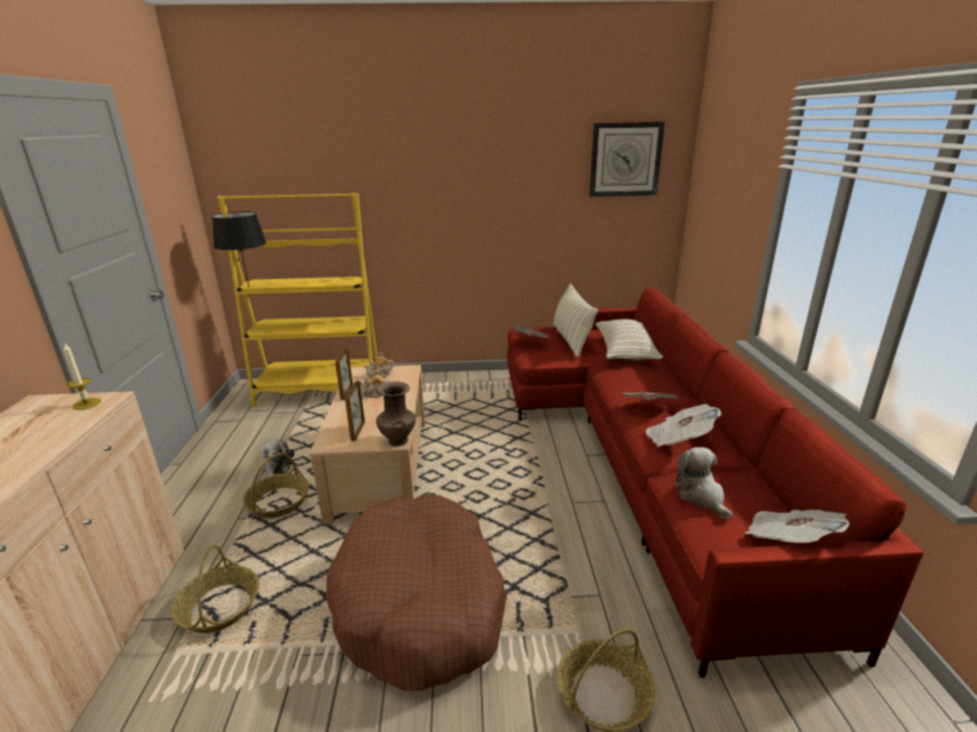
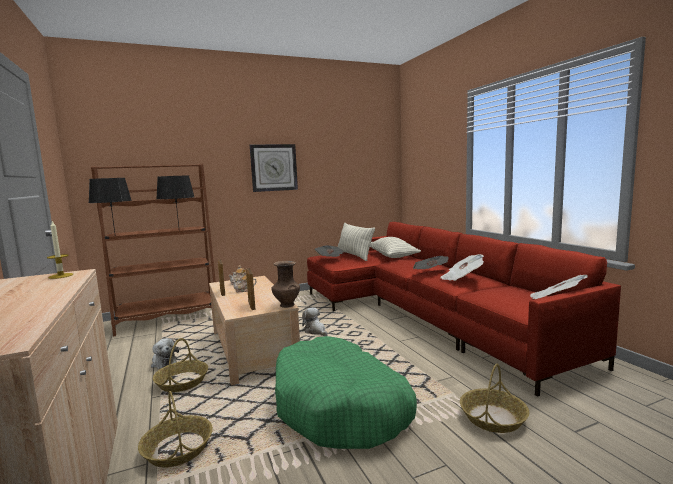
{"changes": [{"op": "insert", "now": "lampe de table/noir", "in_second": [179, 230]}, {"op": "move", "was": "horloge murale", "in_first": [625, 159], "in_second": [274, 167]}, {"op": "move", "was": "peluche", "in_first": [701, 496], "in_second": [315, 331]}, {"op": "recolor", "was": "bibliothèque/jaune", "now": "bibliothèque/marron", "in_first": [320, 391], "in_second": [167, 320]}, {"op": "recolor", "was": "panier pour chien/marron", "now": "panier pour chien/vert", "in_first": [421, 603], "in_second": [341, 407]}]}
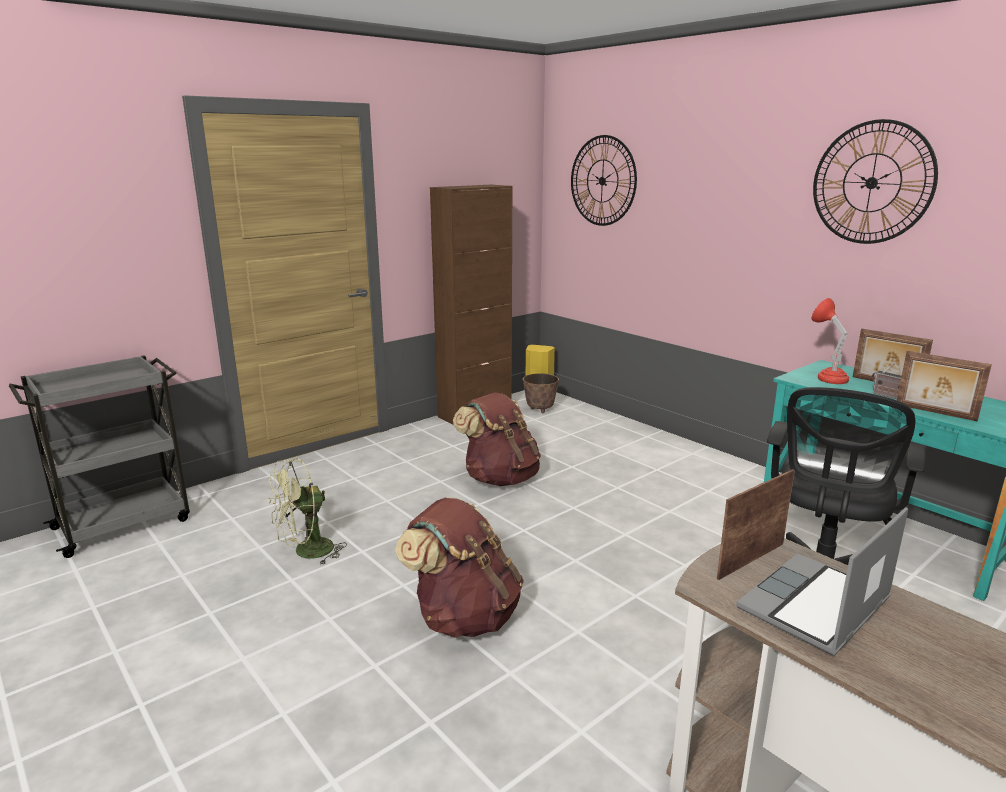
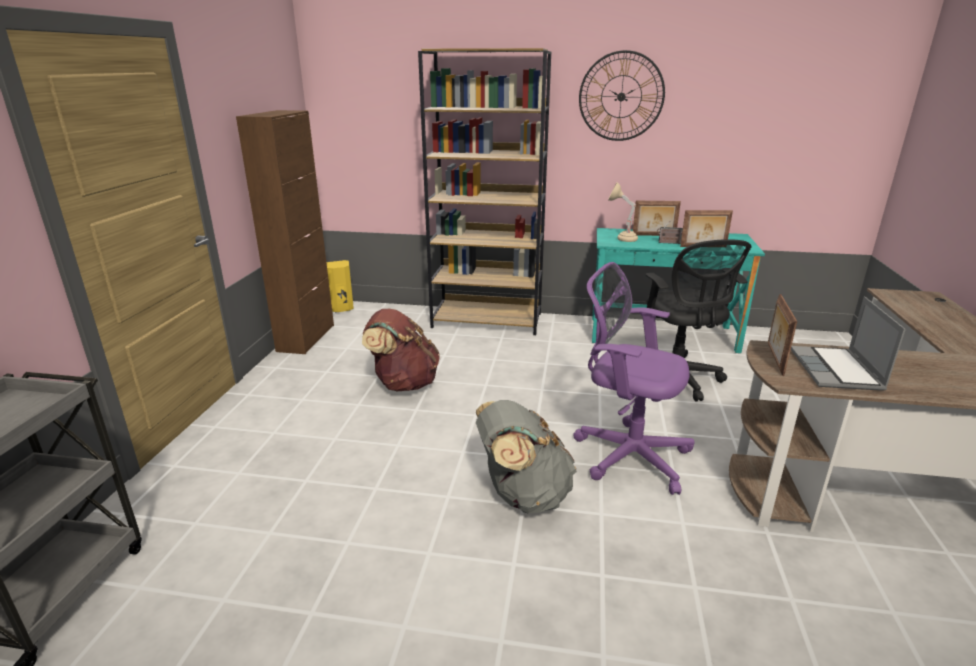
{"changes": [{"op": "delete", "was": "ventilateur/vert", "in_first": [306, 553]}, {"op": "delete", "was": "cache-pot", "in_first": [540, 410]}, {"op": "delete", "was": "horloge murale", "in_first": [602, 181]}, {"op": "insert", "now": "bibliothèque/marron", "in_second": [487, 320]}, {"op": "insert", "now": "chaise de bureau/violet", "in_second": [627, 454]}, {"op": "recolor", "was": "sac à dos/marron", "now": "sac à dos/gris", "in_first": [464, 616], "in_second": [522, 495]}, {"op": "recolor", "was": "lampe de table/rouge", "now": "lampe de table/beige", "in_first": [826, 377], "in_second": [621, 238]}]}
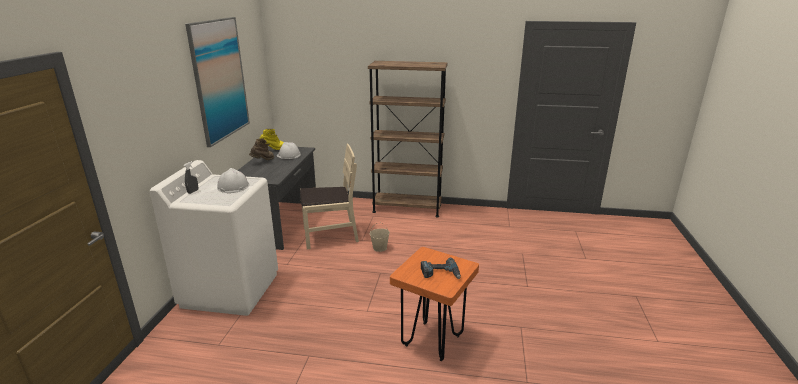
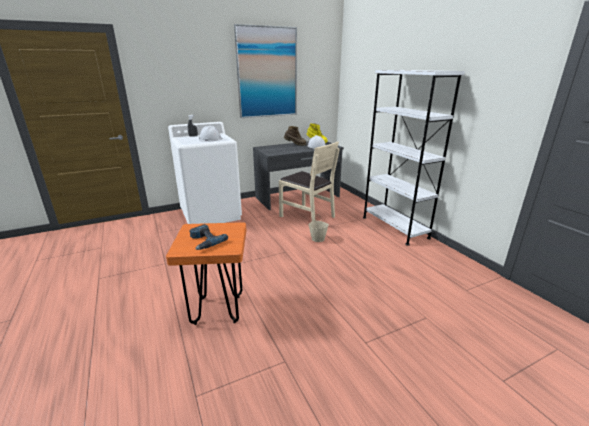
{"changes": [{"op": "recolor", "was": "bibliothèque/marron", "now": "bibliothèque/blanc", "in_first": [407, 208], "in_second": [394, 227]}]}
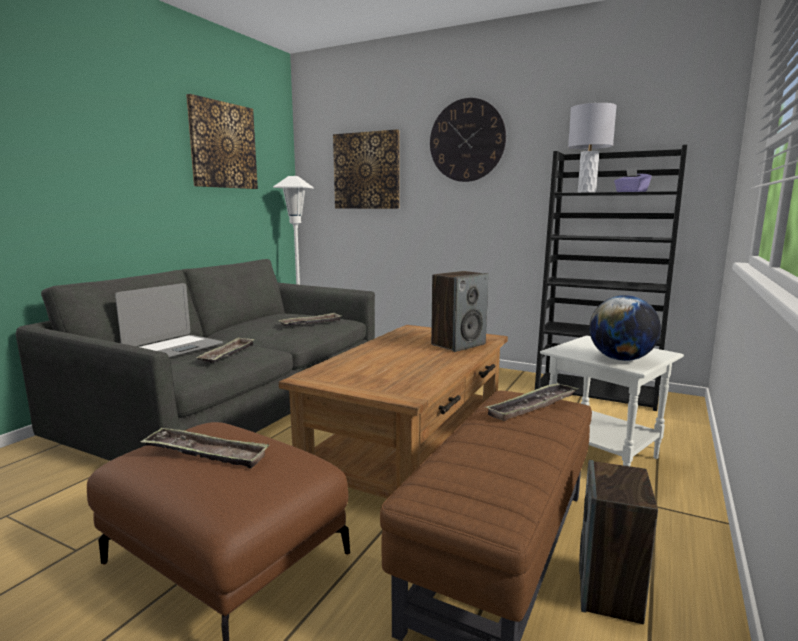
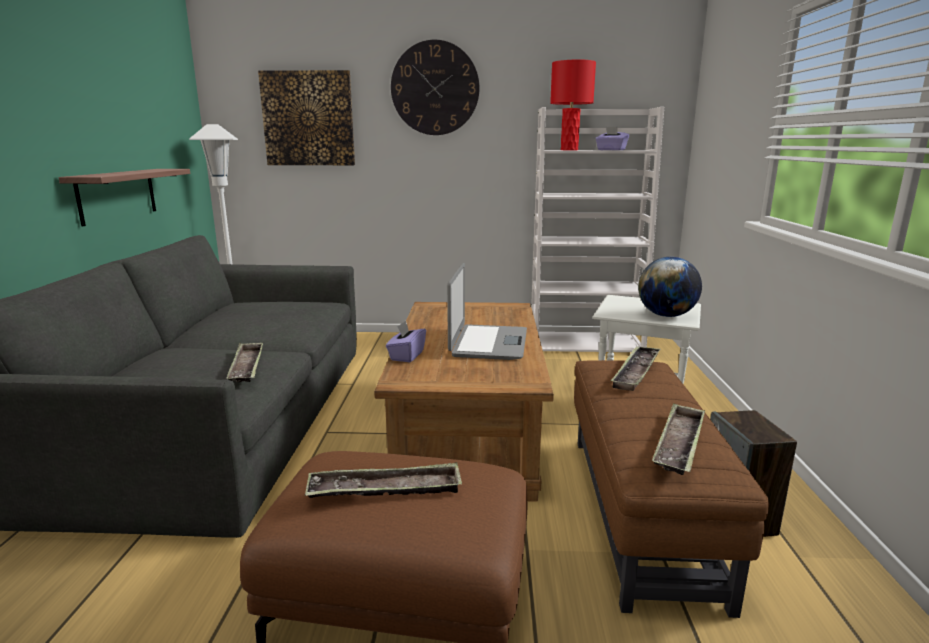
{"changes": [{"op": "delete", "was": "tableau", "in_first": [223, 145]}, {"op": "delete", "was": "enceinte", "in_first": [458, 344]}, {"op": "insert", "now": "étagère", "in_second": [117, 195]}, {"op": "insert", "now": "boîte à mouchoirs/violet", "in_second": [406, 355]}, {"op": "move", "was": "ordinateur portable", "in_first": [173, 349], "in_second": [488, 343]}, {"op": "move", "was": "plateau", "in_first": [311, 323], "in_second": [679, 444]}, {"op": "recolor", "was": "bibliothèque/noir", "now": "bibliothèque/blanc", "in_first": [597, 391], "in_second": [586, 344]}, {"op": "recolor", "was": "lampe de table/gris", "now": "lampe de table/rouge", "in_first": [586, 192], "in_second": [569, 150]}]}
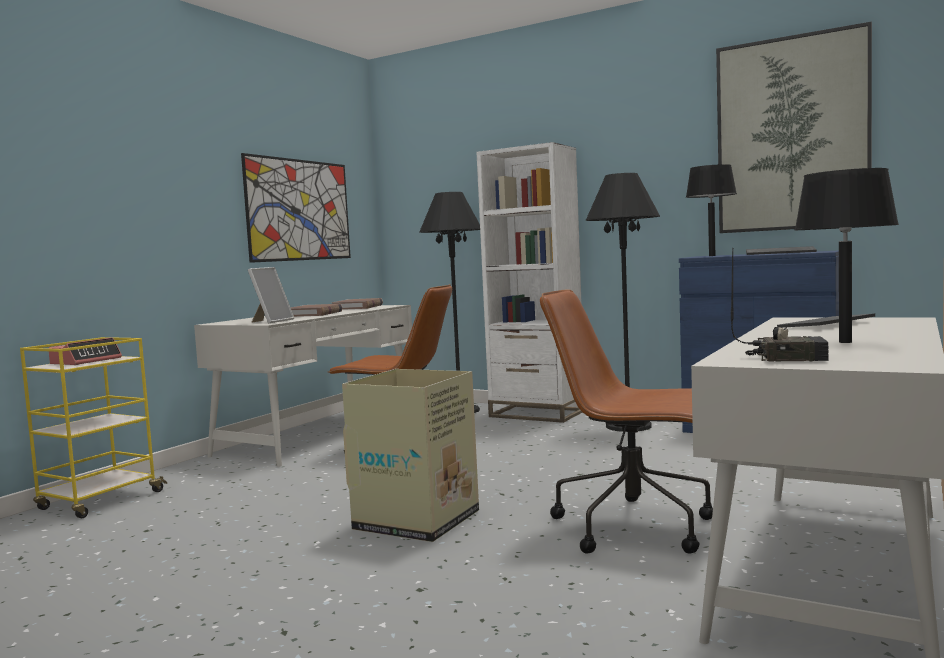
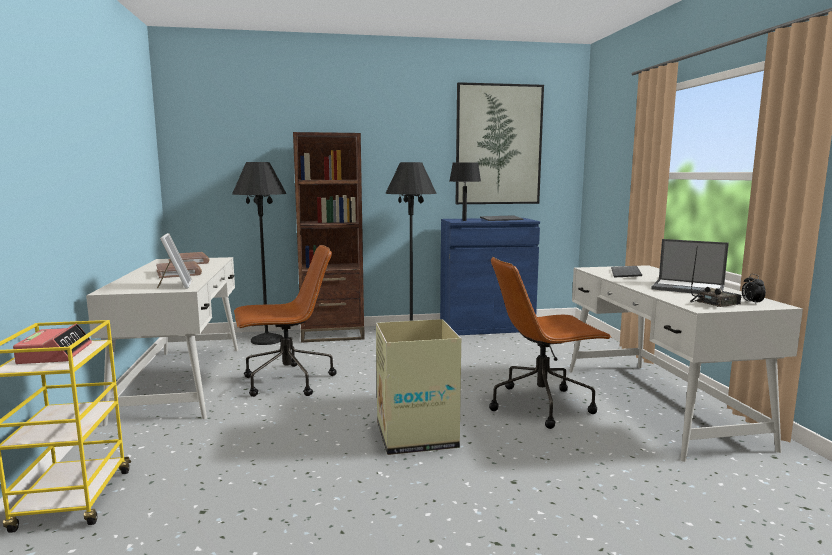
{"changes": [{"op": "delete", "was": "tableau", "in_first": [299, 210]}, {"op": "insert", "now": "réveil", "in_second": [751, 303]}, {"op": "replace", "was": "lampe de table/noir", "now": "ordinateur portable", "in_first": [845, 342], "in_second": [689, 288]}, {"op": "recolor", "was": "bibliothèque/blanc", "now": "bibliothèque/marron", "in_first": [537, 414], "in_second": [332, 334]}]}
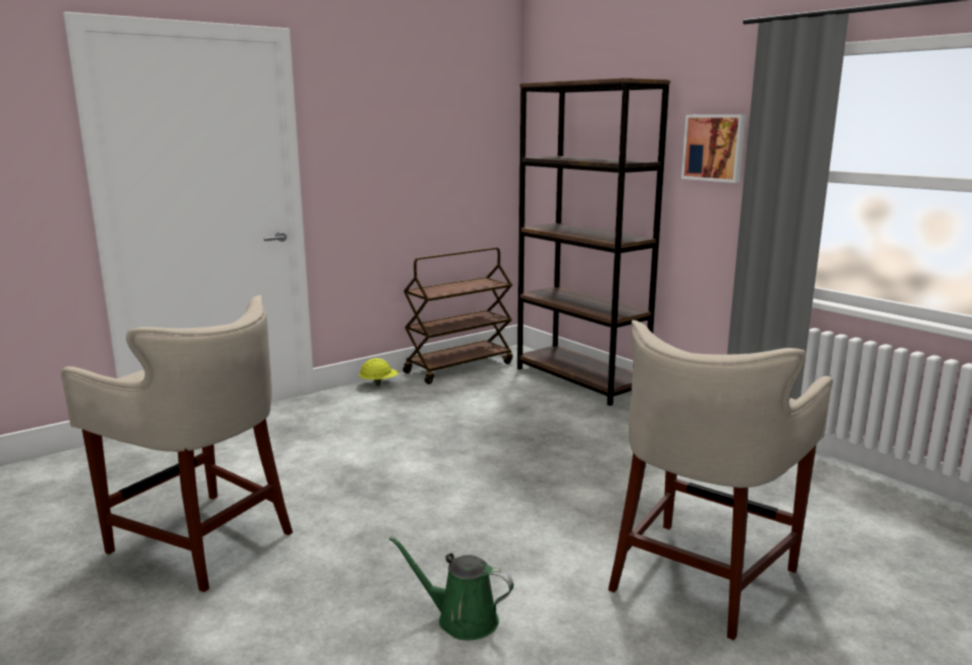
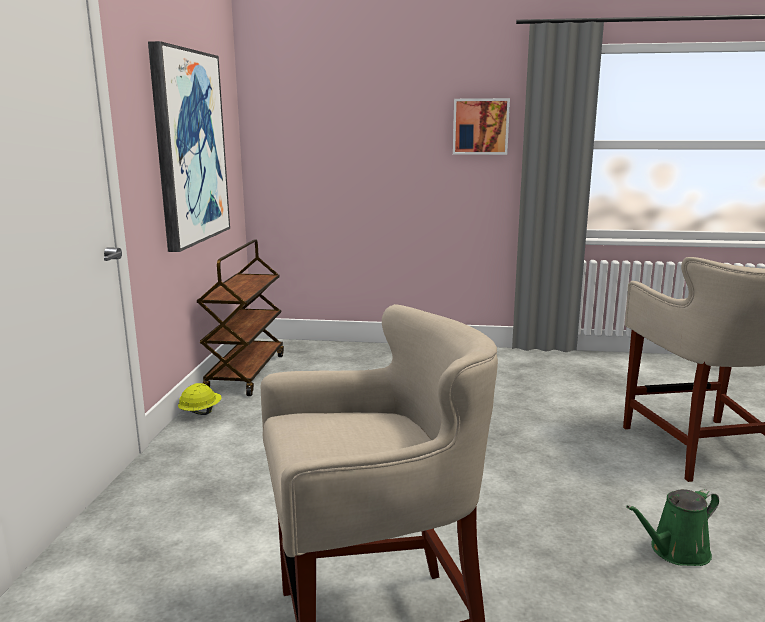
{"changes": [{"op": "delete", "was": "bibliothèque/marron", "in_first": [580, 380]}, {"op": "insert", "now": "tableau", "in_second": [189, 148]}]}
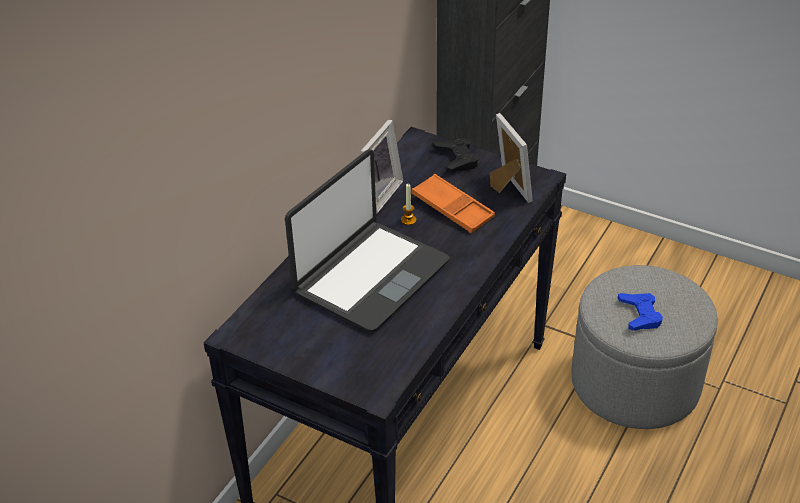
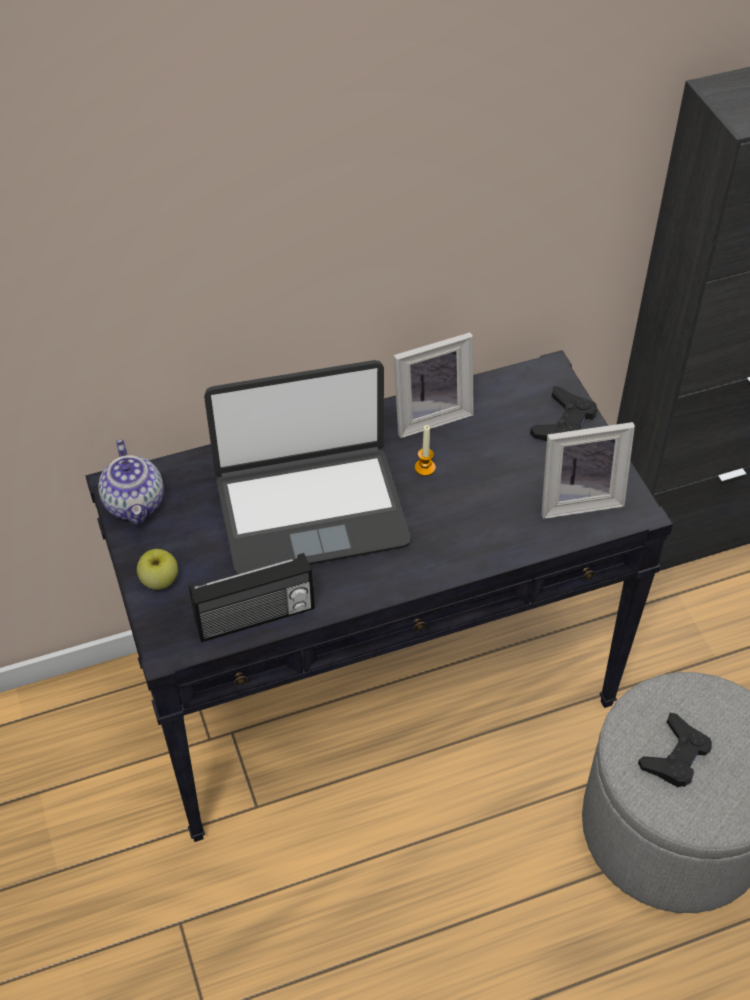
{"changes": [{"op": "delete", "was": "plateau/orange", "in_first": [452, 208]}, {"op": "insert", "now": "théière", "in_second": [135, 503]}, {"op": "insert", "now": "pomme", "in_second": [159, 580]}, {"op": "insert", "now": "radio", "in_second": [255, 618]}, {"op": "recolor", "was": "manette/bleu", "now": "manette/noir", "in_first": [640, 315], "in_second": [675, 756]}, {"op": "rotate", "was": "cadre photo", "in_first": [507, 188], "in_second": [578, 498], "clockwise": 60}]}
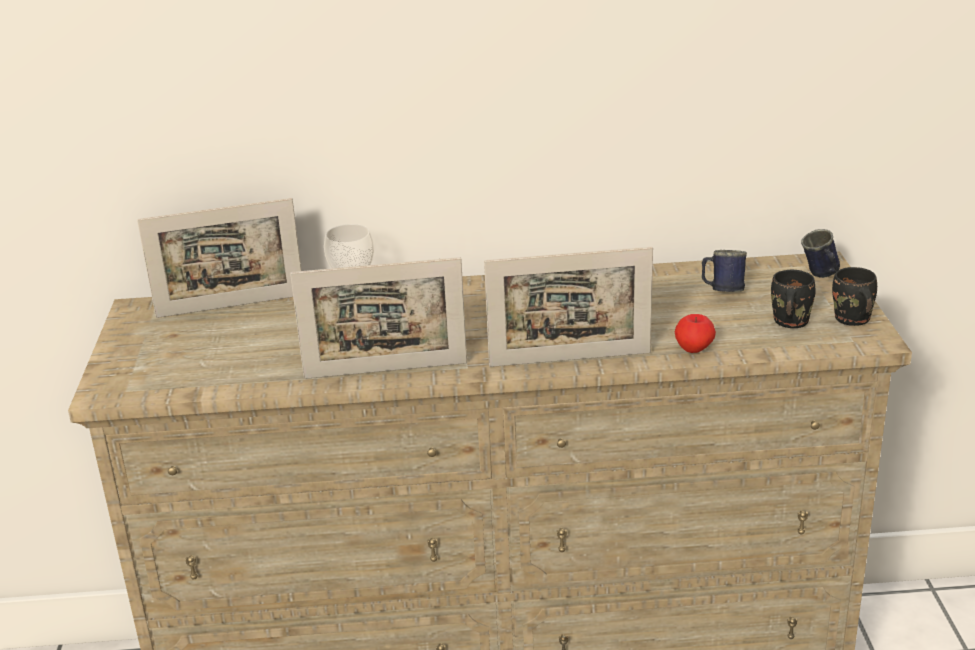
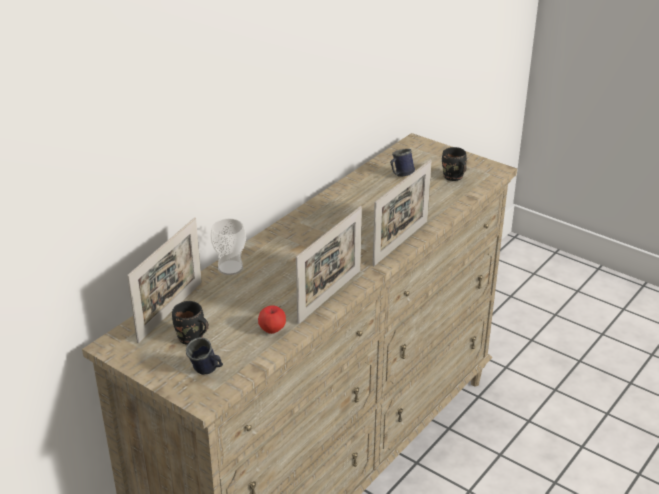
{"changes": [{"op": "move", "was": "pomme", "in_first": [694, 349], "in_second": [272, 330]}, {"op": "move", "was": "mug/bleu", "in_first": [821, 276], "in_second": [207, 372]}, {"op": "move", "was": "mug/noir", "in_first": [851, 320], "in_second": [191, 339]}]}
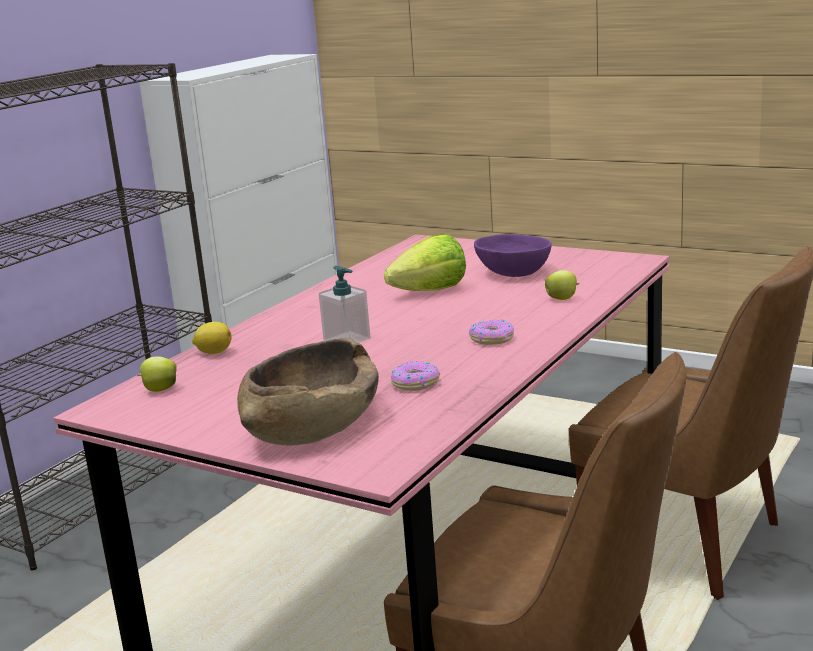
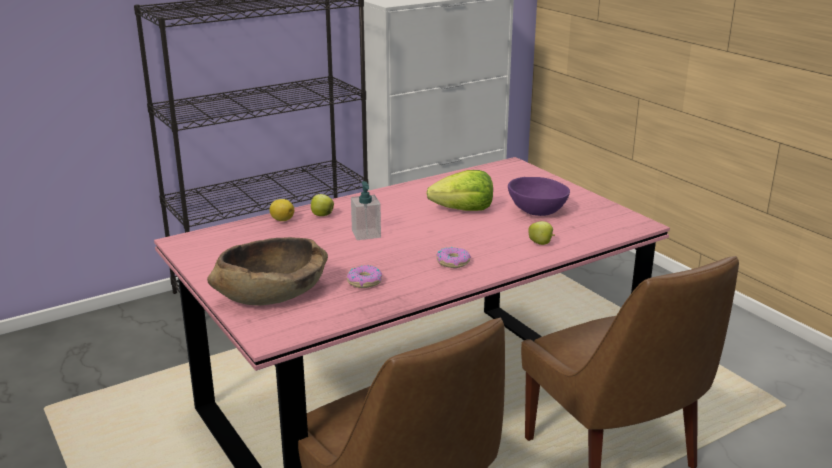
{"changes": [{"op": "move", "was": "pomme", "in_first": [159, 390], "in_second": [321, 215]}]}
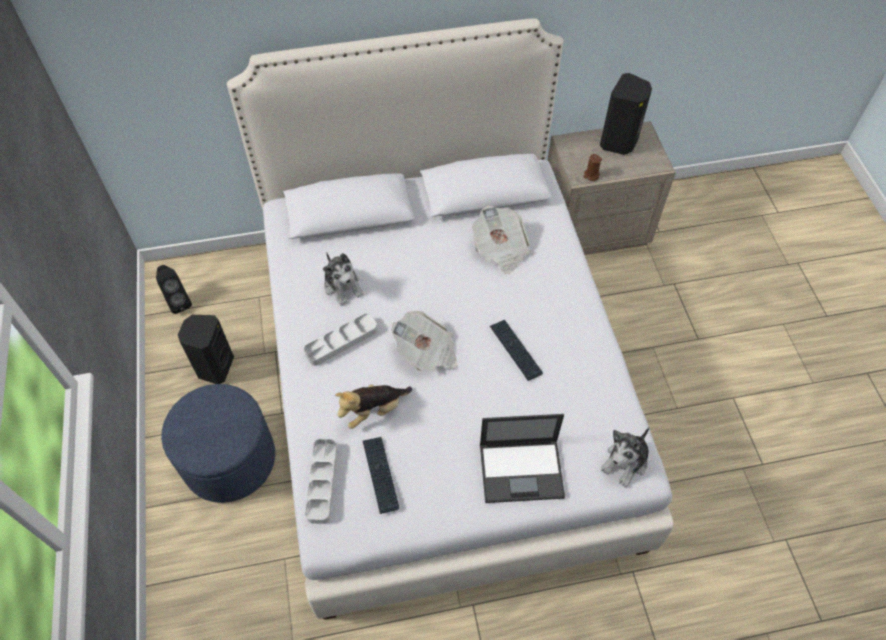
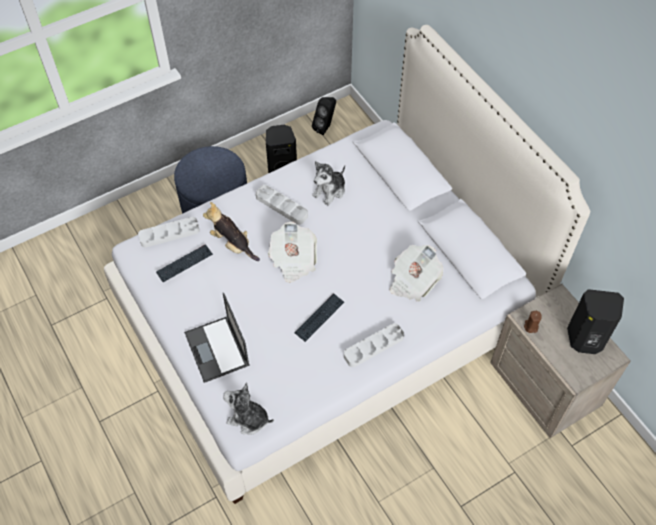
{"changes": [{"op": "insert", "now": "plateau/gris", "in_second": [373, 347]}]}
